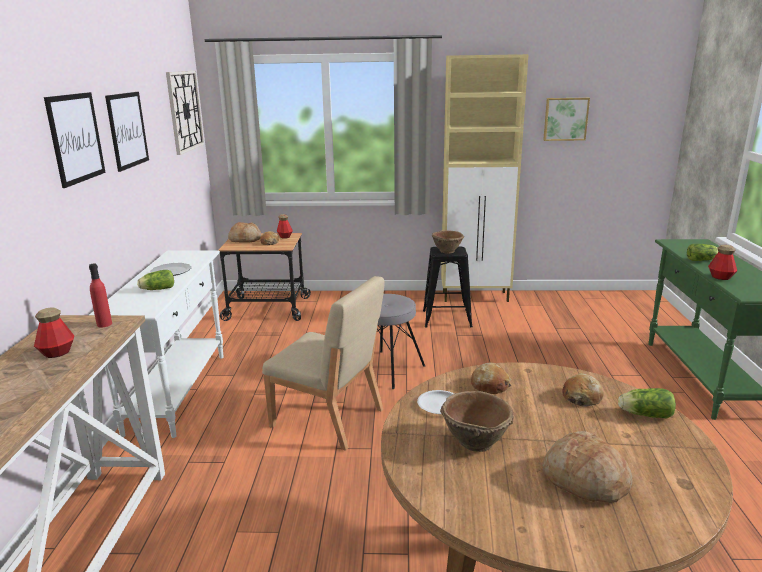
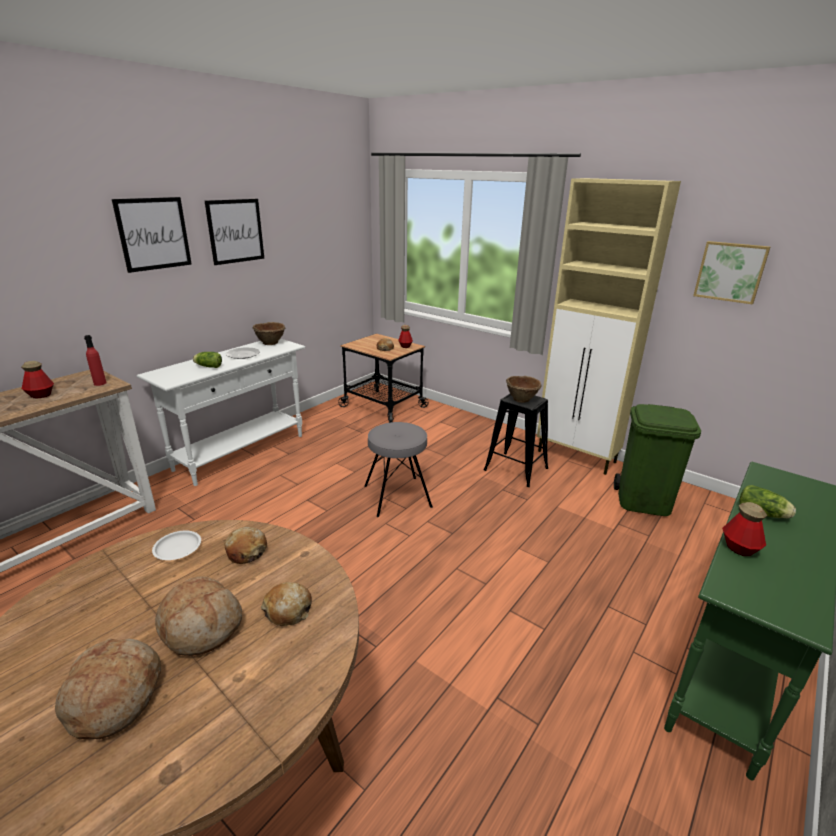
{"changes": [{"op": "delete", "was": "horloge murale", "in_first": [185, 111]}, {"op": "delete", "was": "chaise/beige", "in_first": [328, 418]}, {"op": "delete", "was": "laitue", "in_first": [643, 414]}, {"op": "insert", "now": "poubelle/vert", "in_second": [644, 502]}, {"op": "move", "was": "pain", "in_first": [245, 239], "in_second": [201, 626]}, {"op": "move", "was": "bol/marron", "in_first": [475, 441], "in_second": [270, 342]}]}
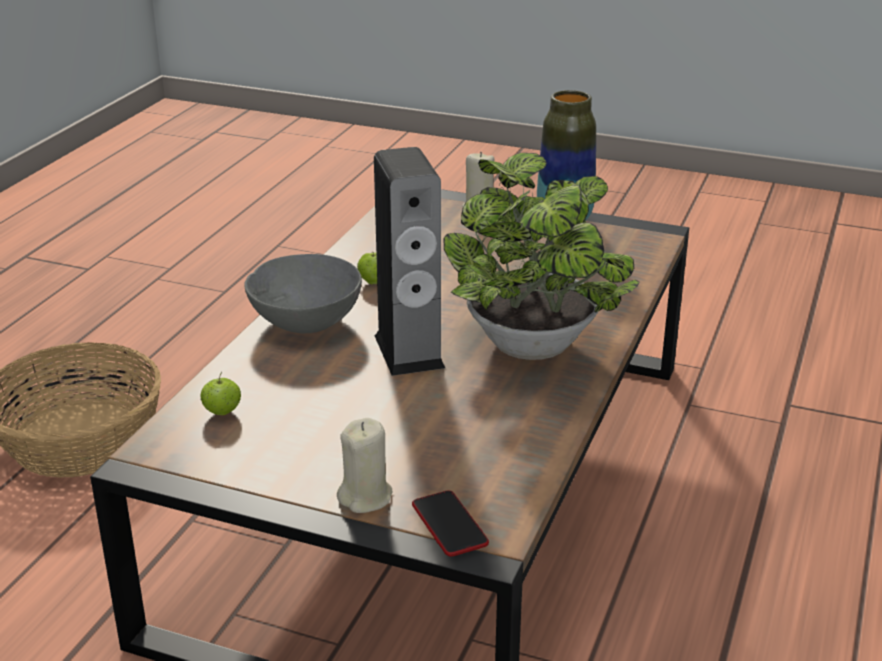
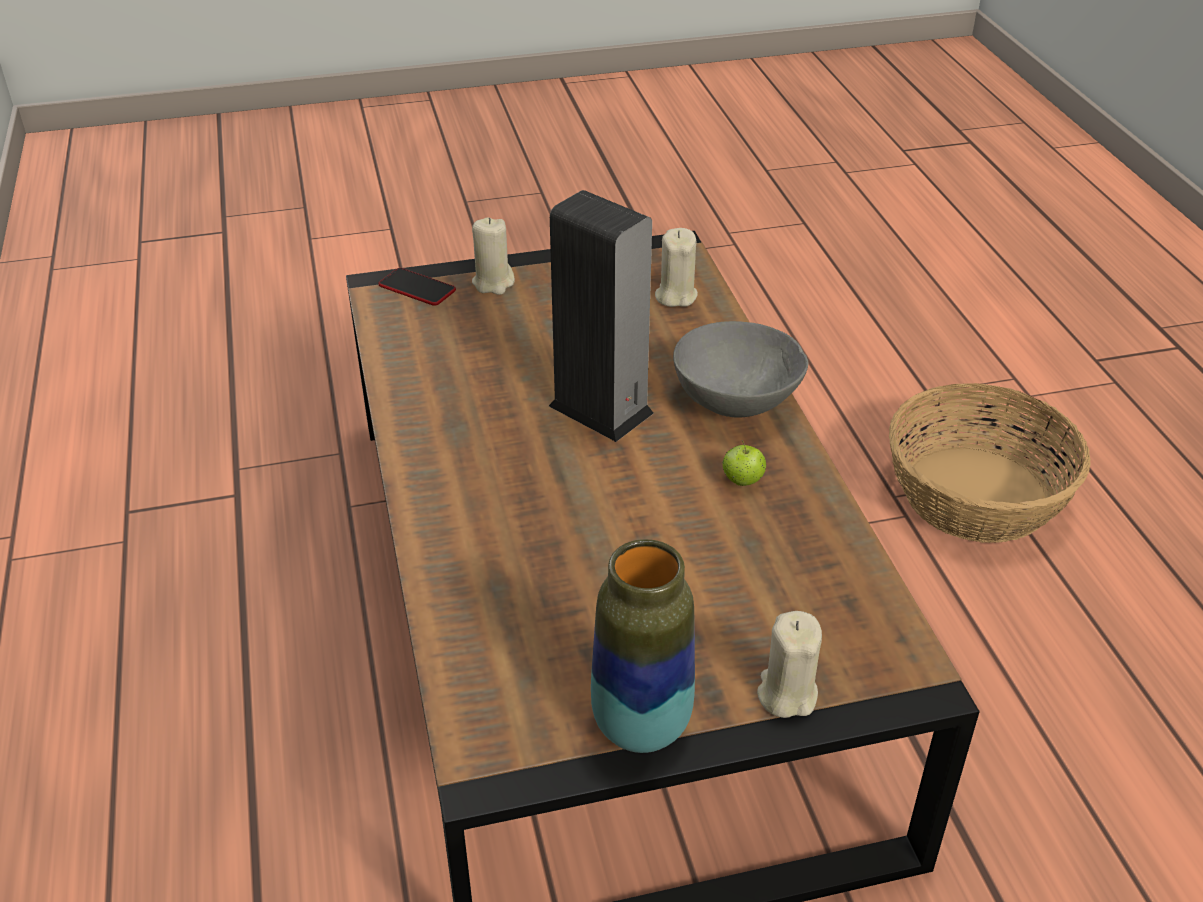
{"changes": [{"op": "delete", "was": "plante en pot", "in_first": [535, 350]}, {"op": "replace", "was": "pomme", "now": "bougie/beige", "in_first": [222, 412], "in_second": [675, 296]}]}
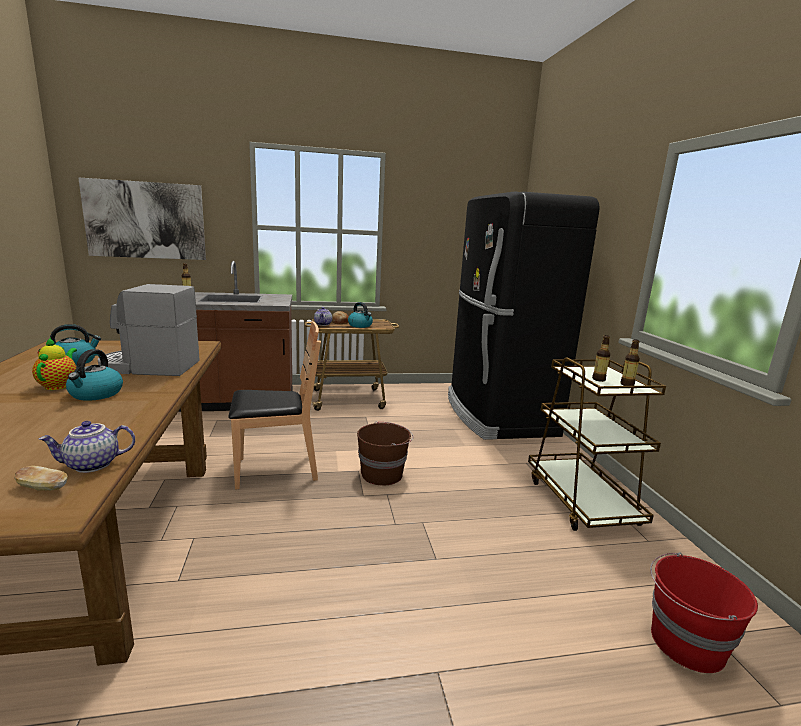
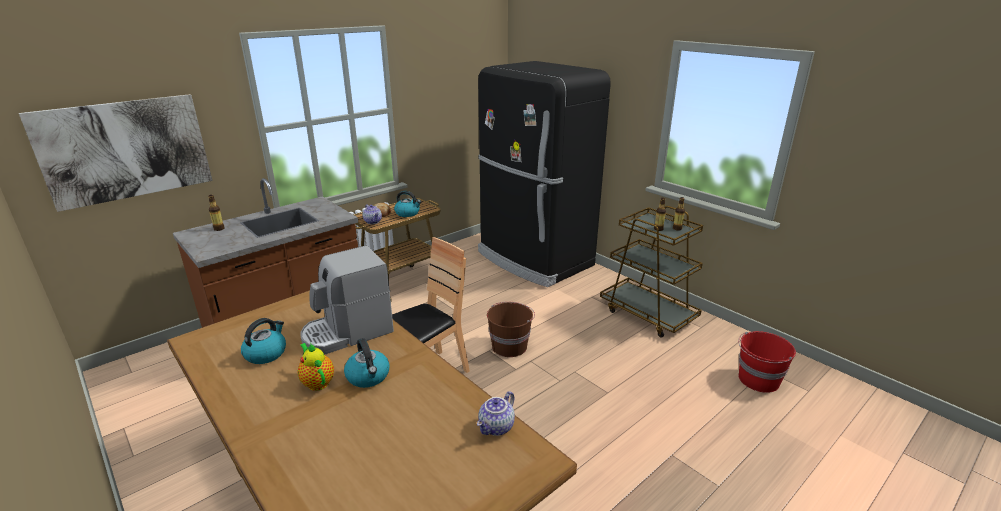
{"changes": [{"op": "delete", "was": "pain", "in_first": [43, 488]}]}
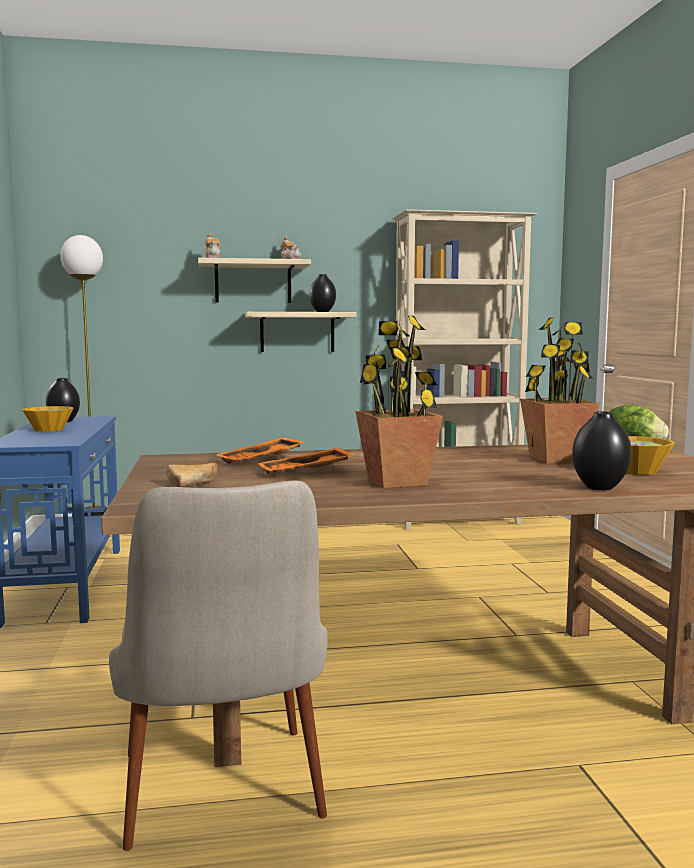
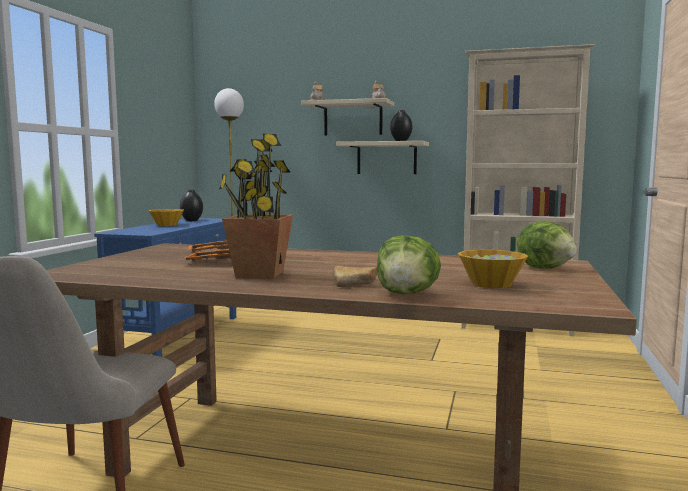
{"changes": [{"op": "delete", "was": "plante en pot", "in_first": [556, 459]}, {"op": "move", "was": "pain", "in_first": [195, 483], "in_second": [356, 284]}, {"op": "replace", "was": "vase/noir", "now": "laitue", "in_first": [599, 487], "in_second": [407, 294]}]}
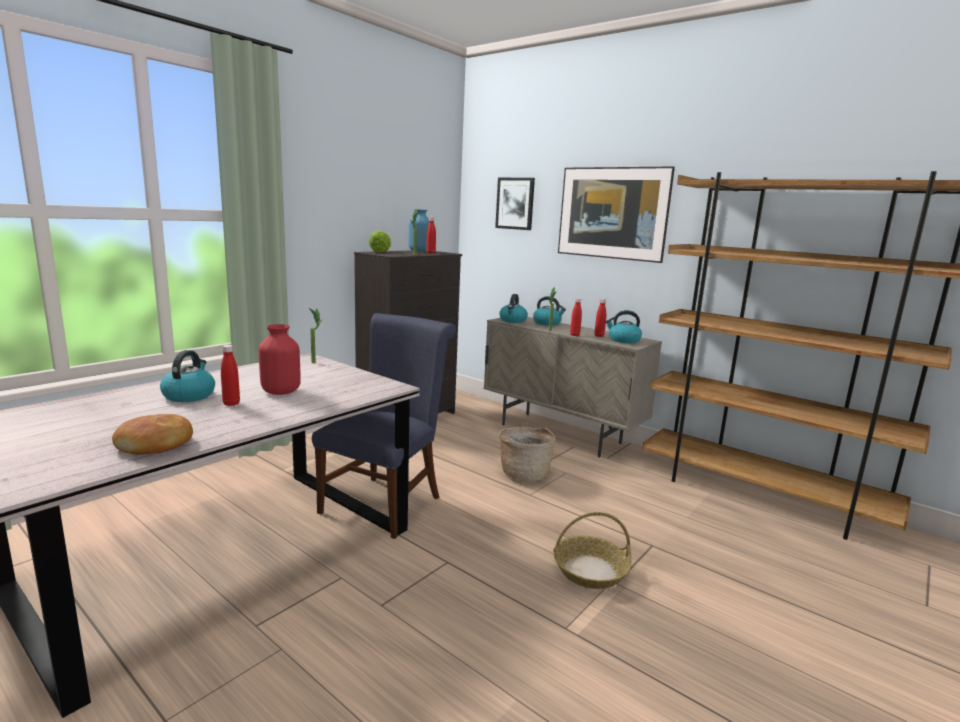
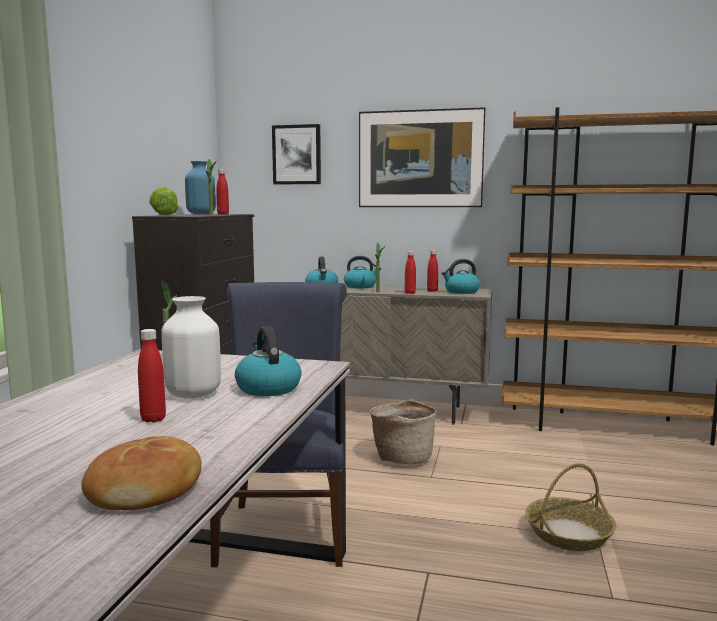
{"changes": [{"op": "move", "was": "bouilloire", "in_first": [189, 395], "in_second": [267, 388]}, {"op": "recolor", "was": "vase/rouge", "now": "vase/blanc", "in_first": [281, 391], "in_second": [193, 394]}]}
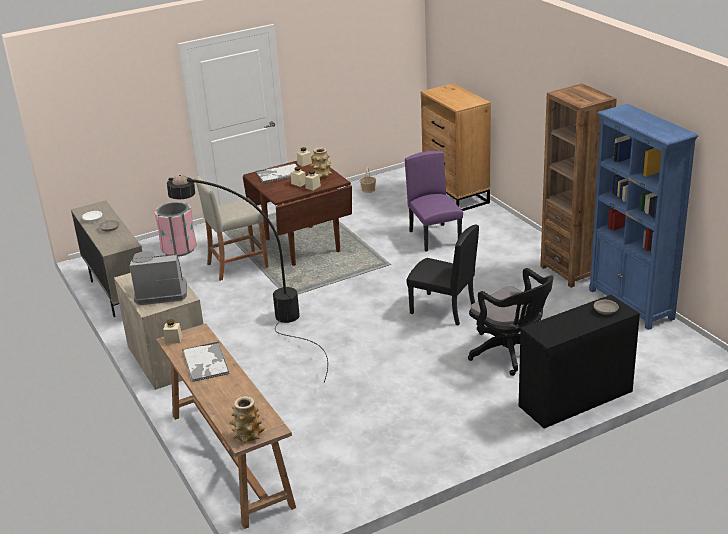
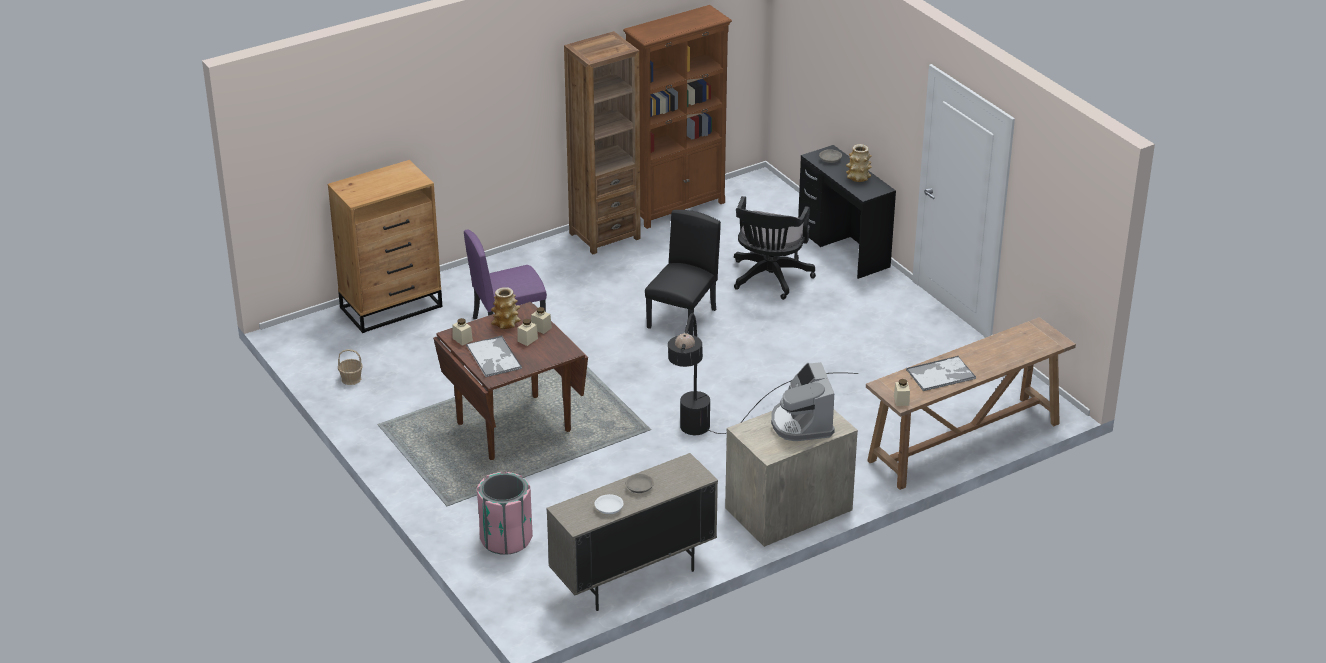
{"changes": [{"op": "delete", "was": "tabouret/beige", "in_first": [237, 265]}, {"op": "move", "was": "vase", "in_first": [247, 435], "in_second": [858, 177]}, {"op": "recolor", "was": "bibliothèque/bleu", "now": "bibliothèque/marron", "in_first": [631, 304], "in_second": [677, 207]}, {"op": "rotate", "was": "chaise de bureau/noir", "in_first": [511, 353], "in_second": [769, 279], "clockwise": 150}]}
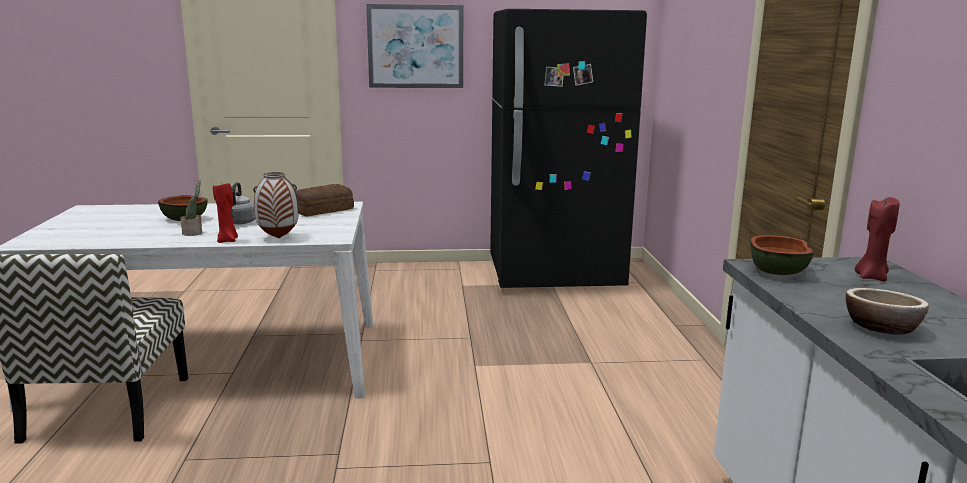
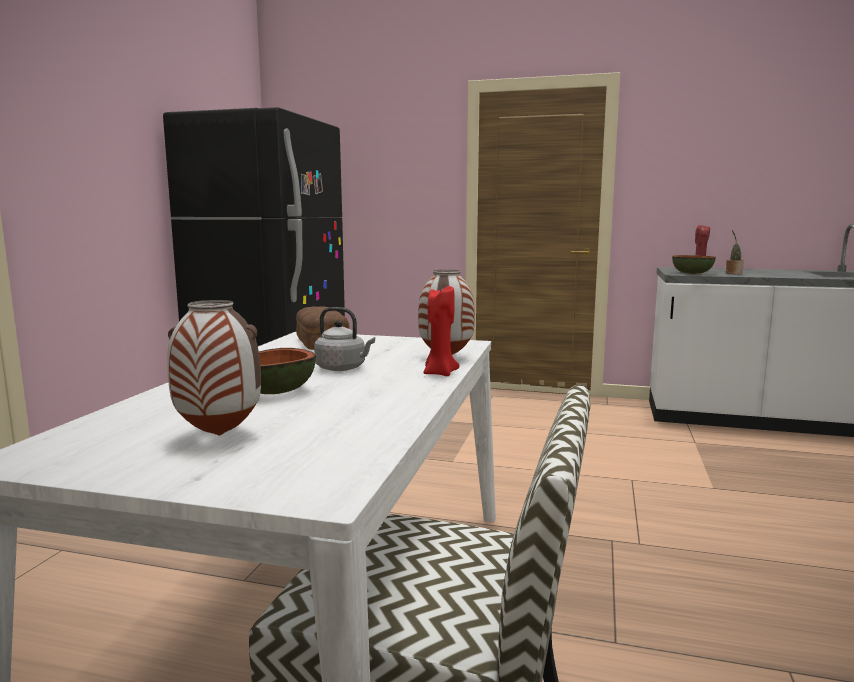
{"changes": [{"op": "delete", "was": "tableau", "in_first": [415, 46]}, {"op": "delete", "was": "bol", "in_first": [881, 328]}, {"op": "insert", "now": "vase", "in_second": [218, 435]}, {"op": "move", "was": "plante en pot", "in_first": [194, 233], "in_second": [733, 273]}]}
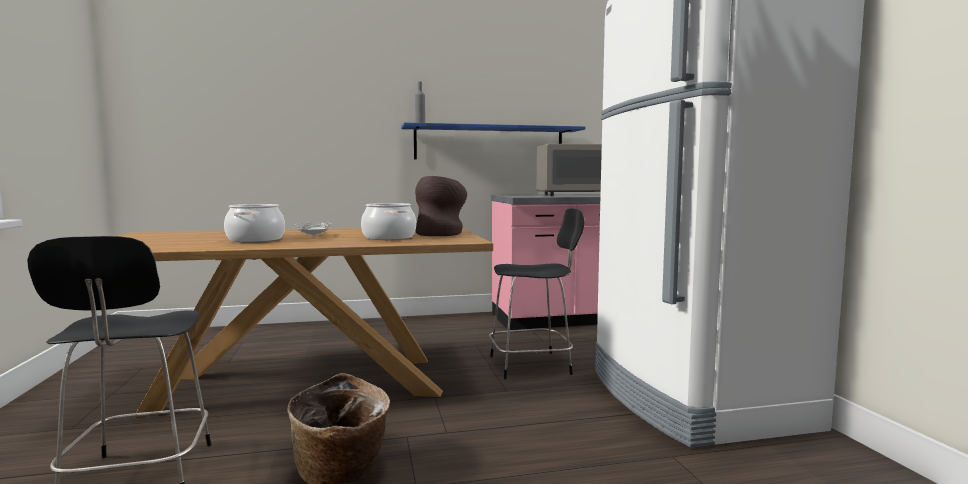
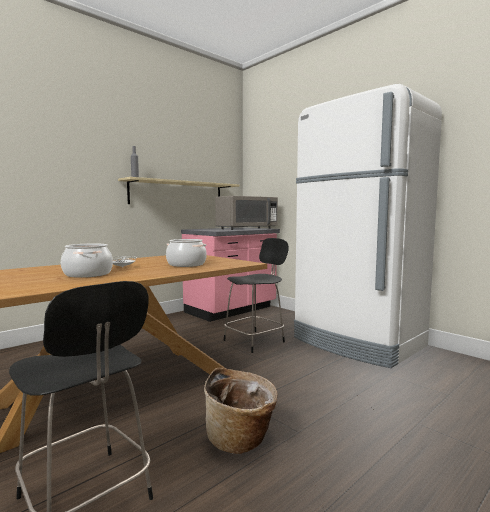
{"changes": [{"op": "delete", "was": "vase/marron", "in_first": [440, 234]}, {"op": "recolor", "was": "étagère/bleu", "now": "étagère/beige", "in_first": [489, 143], "in_second": [177, 193]}]}
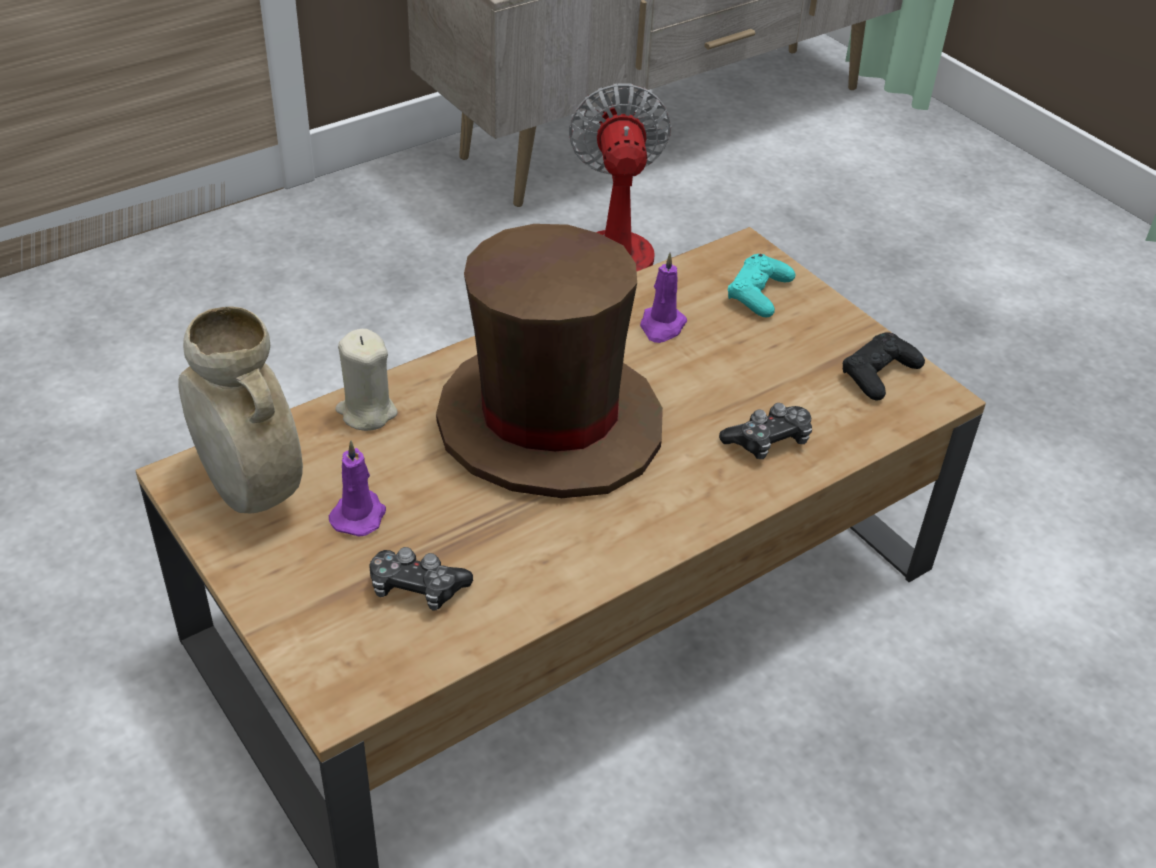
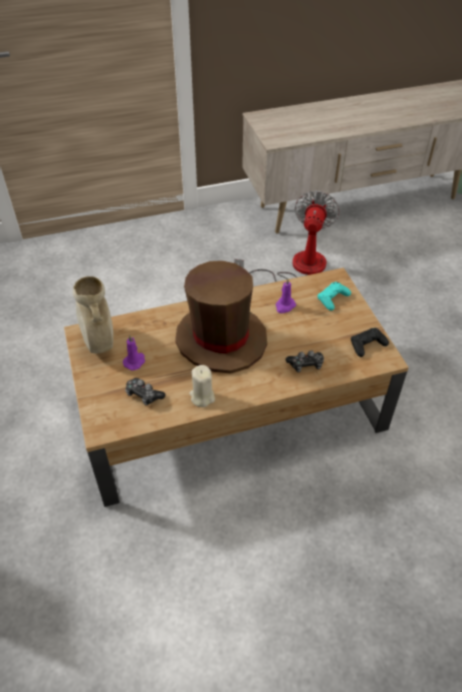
{"changes": [{"op": "move", "was": "bougie/beige", "in_first": [366, 412], "in_second": [202, 397]}]}
